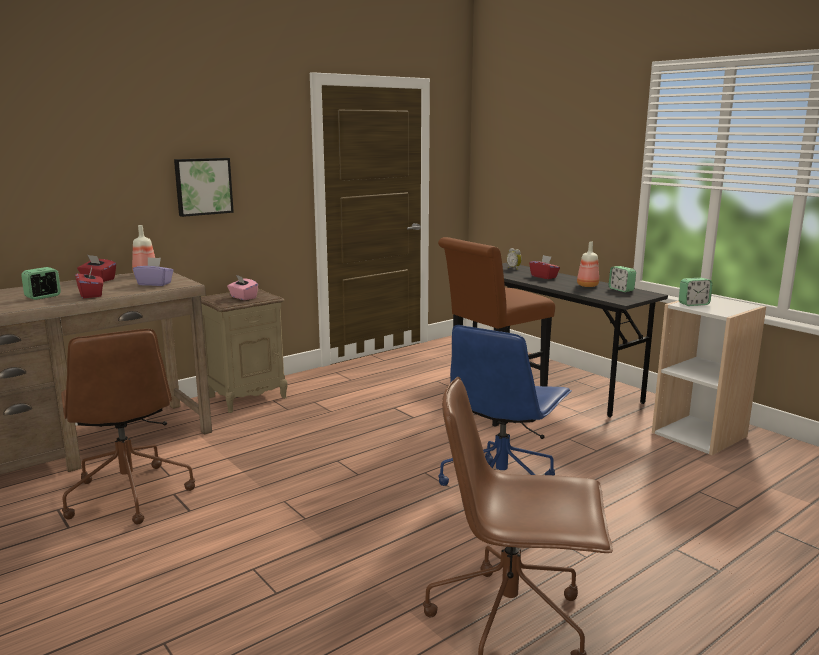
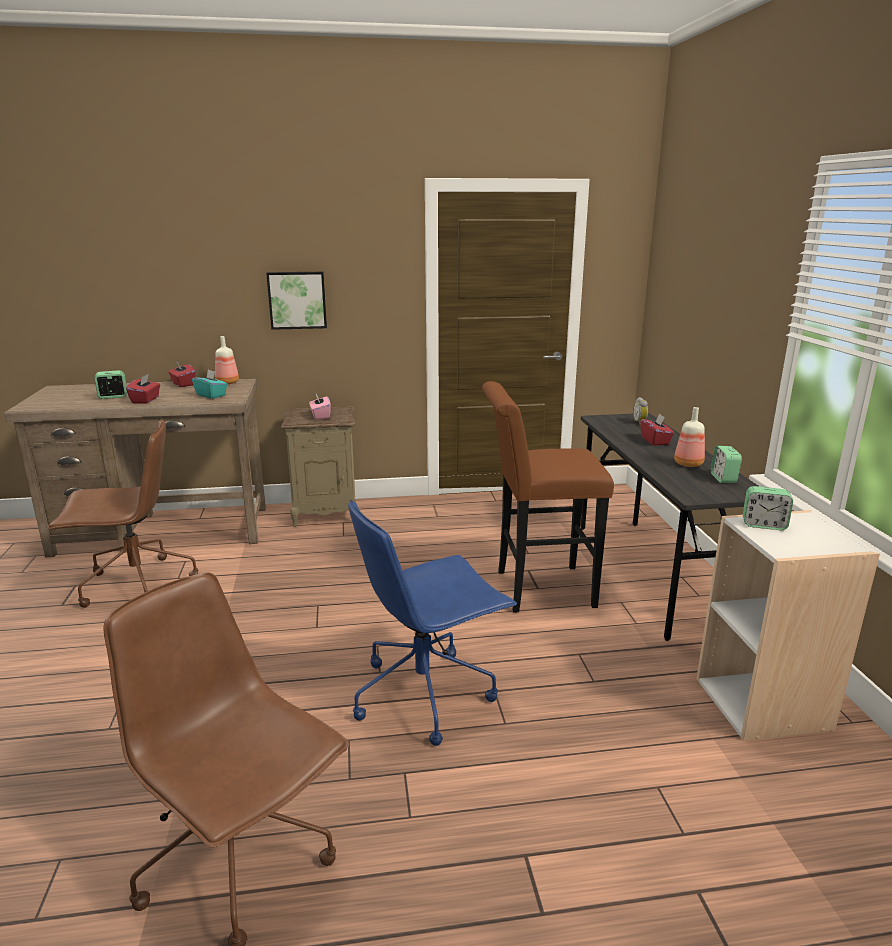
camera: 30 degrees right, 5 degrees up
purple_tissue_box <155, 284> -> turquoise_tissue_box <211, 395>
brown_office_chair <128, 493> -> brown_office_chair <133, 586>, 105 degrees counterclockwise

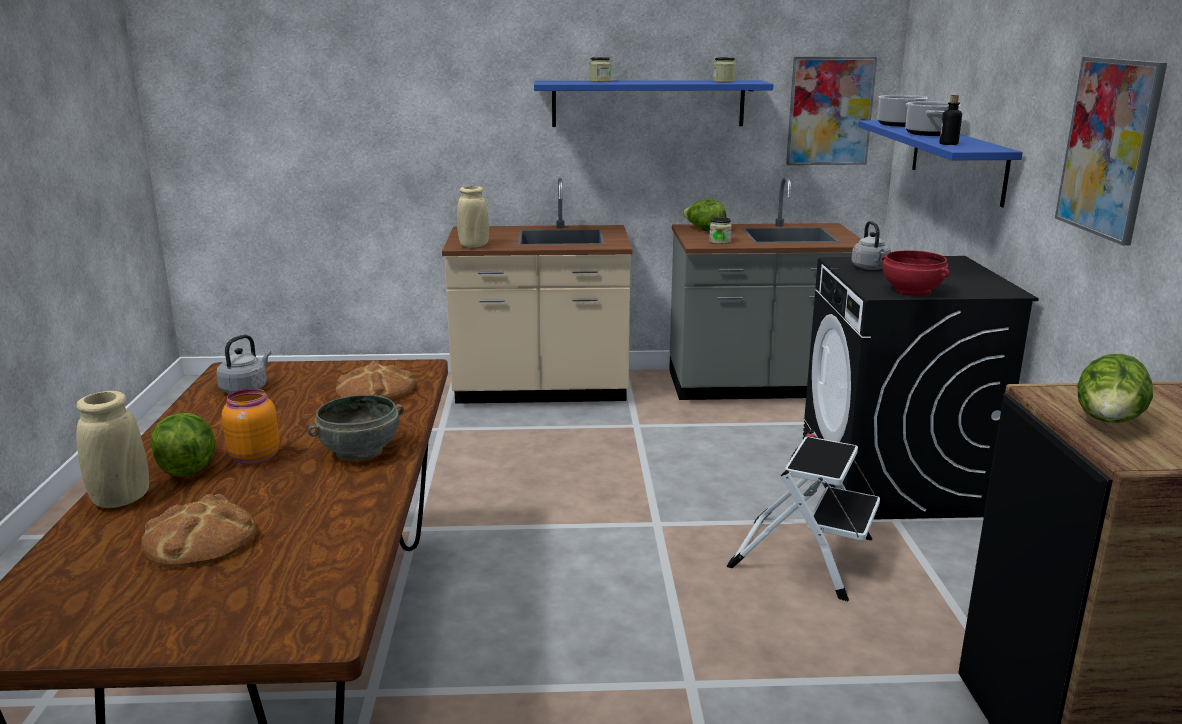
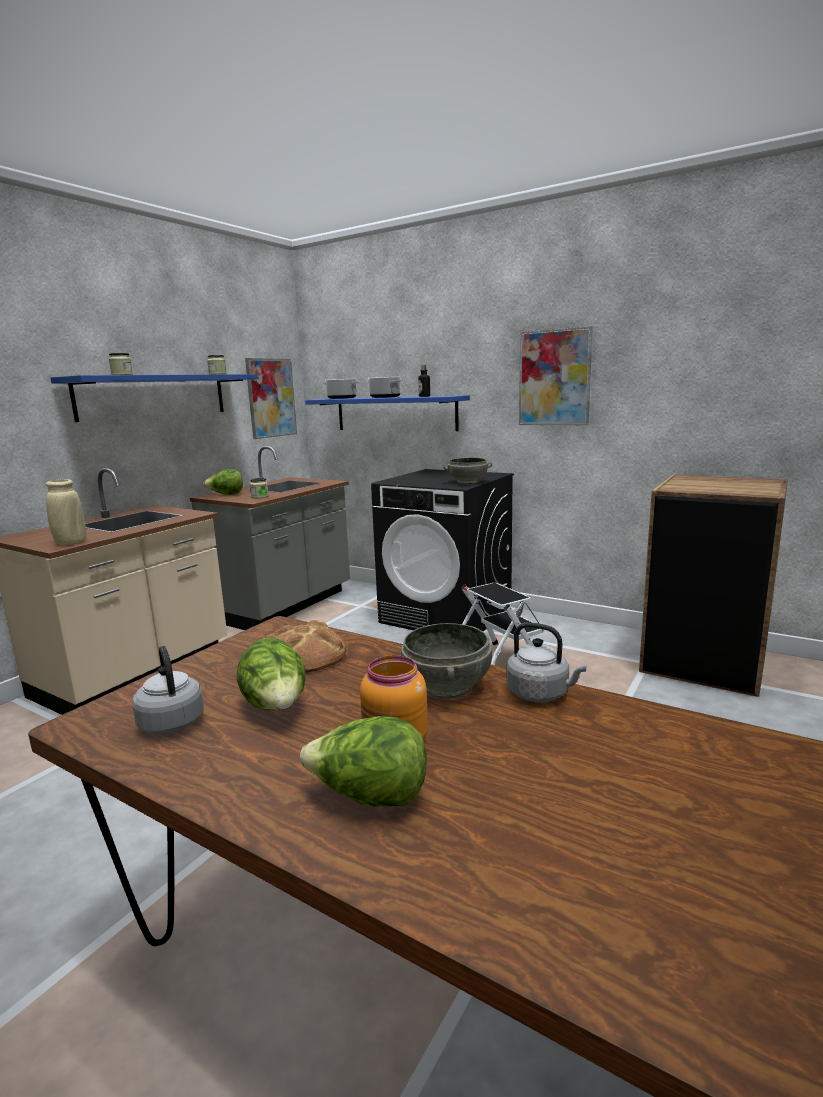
camera: 55 degrees left, 5 degrees down
grey_kettle <870, 268> -> grey_kettle <541, 694>, relocated
red_bowl <912, 291> -> grey_bowl <468, 482>
lettuce <1108, 423> -> lettuce <276, 708>, relocated
beige_vase <121, 500> -> none
bread <201, 539> -> none

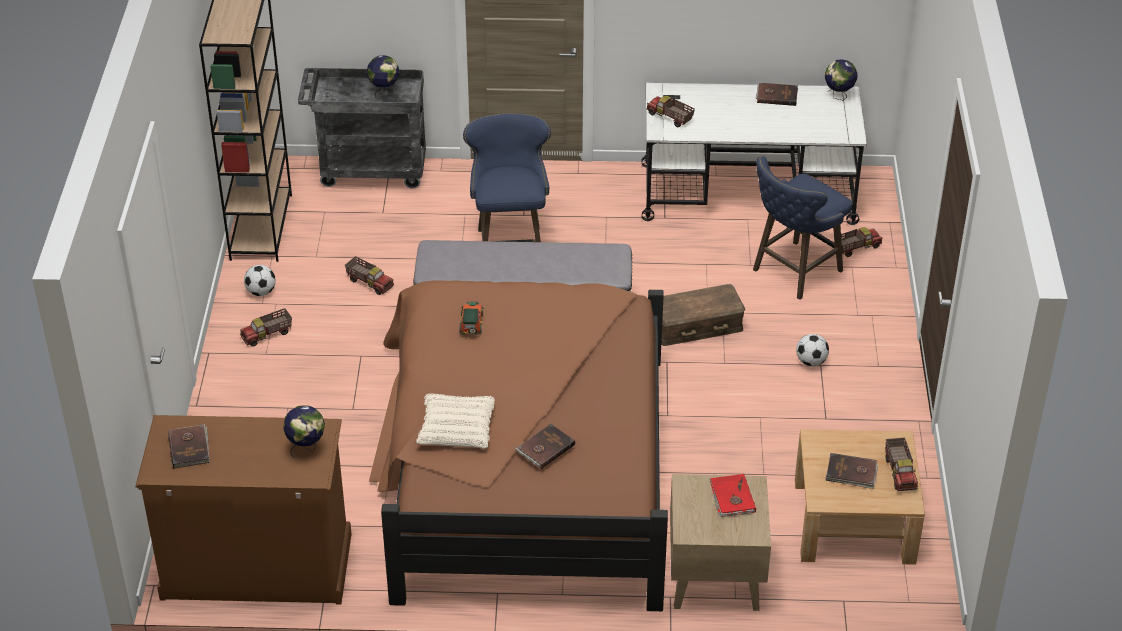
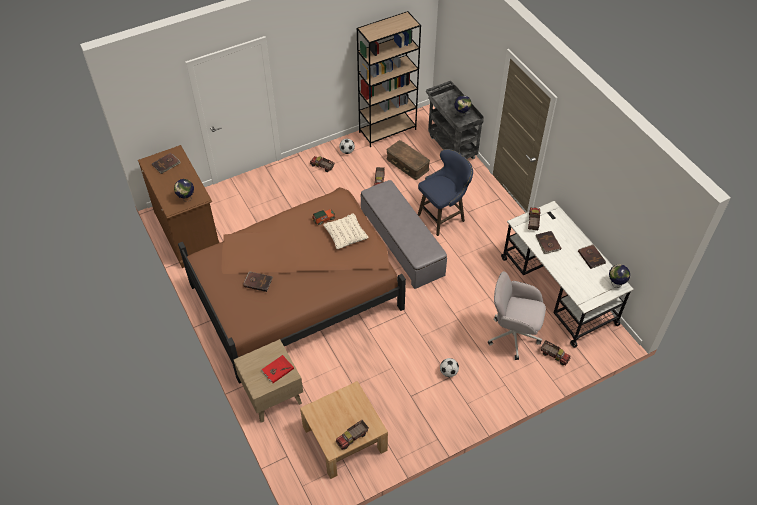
camera: 60 degrees right, 10 degrees up
blue_stool <794, 272> -> grey_office_chair <512, 336>
brown_storage_box <696, 324> -> brown_storage_box <408, 164>, relocated
beige_pillow <456, 428> -> beige_pillow <345, 234>, relocated
brown_book <851, 473> -> brown_book <547, 243>, relocated

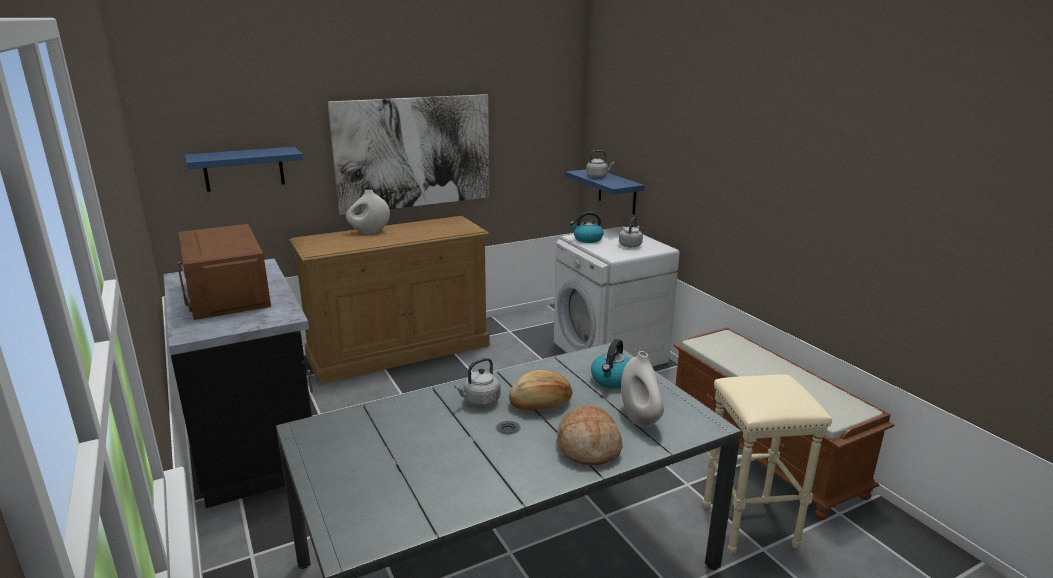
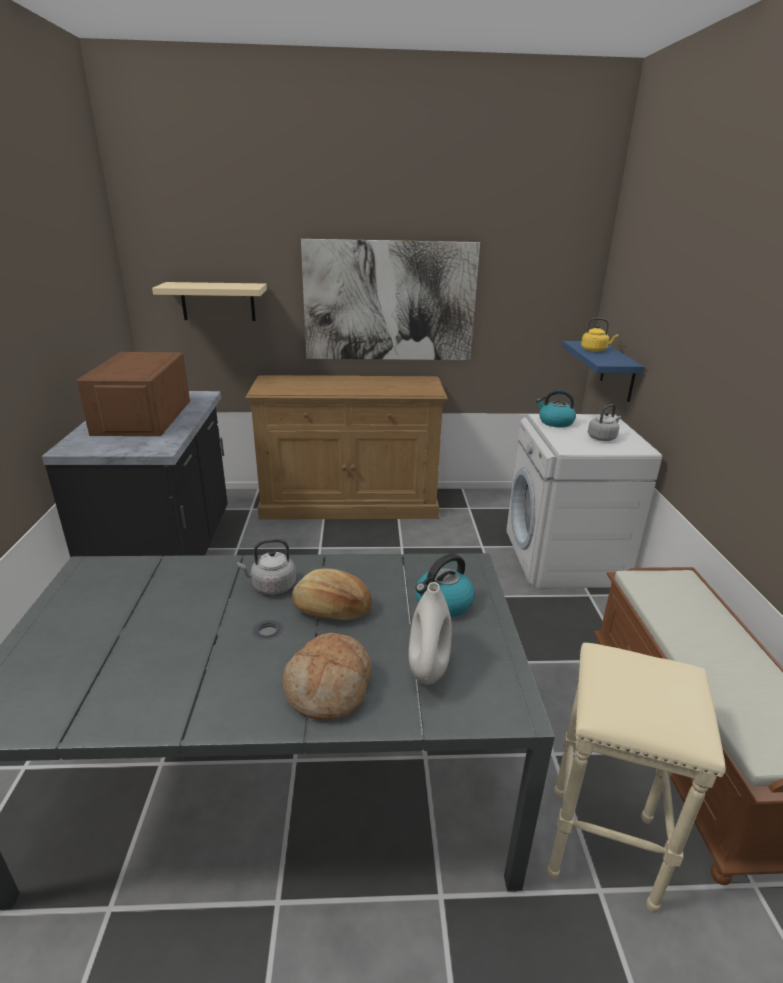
camera: 25 degrees right, 5 degrees up
blue_shelf <244, 169> -> beige_shelf <218, 301>
grey_kettle <598, 176> -> yellow_kettle <595, 350>
white_vase <369, 232> -> none

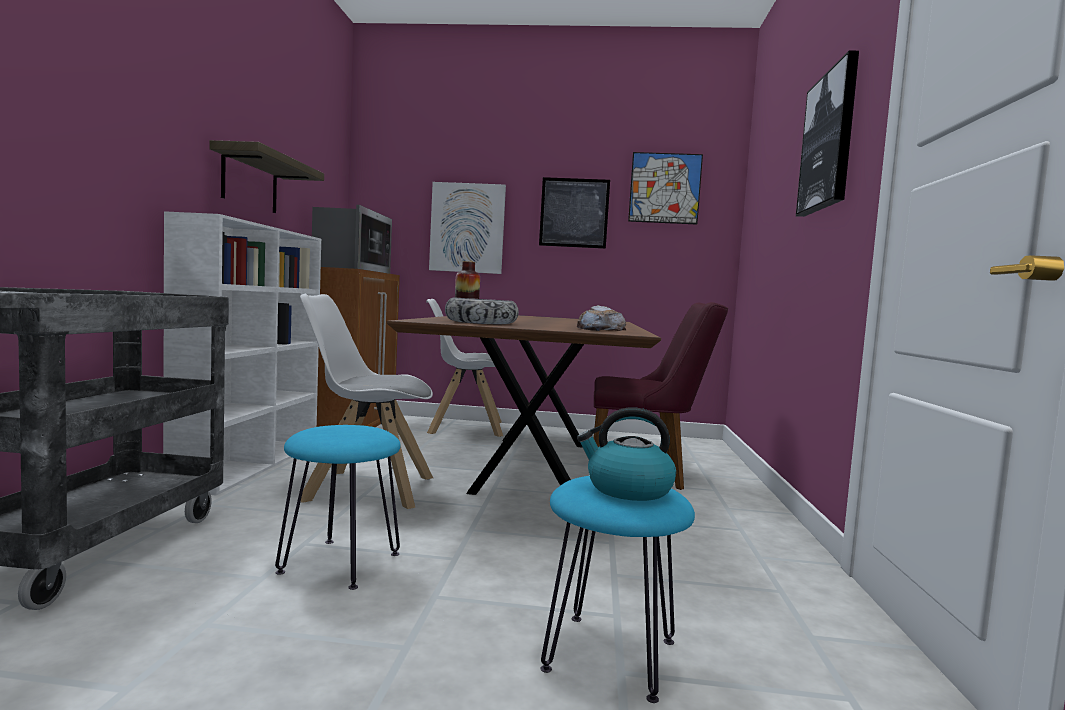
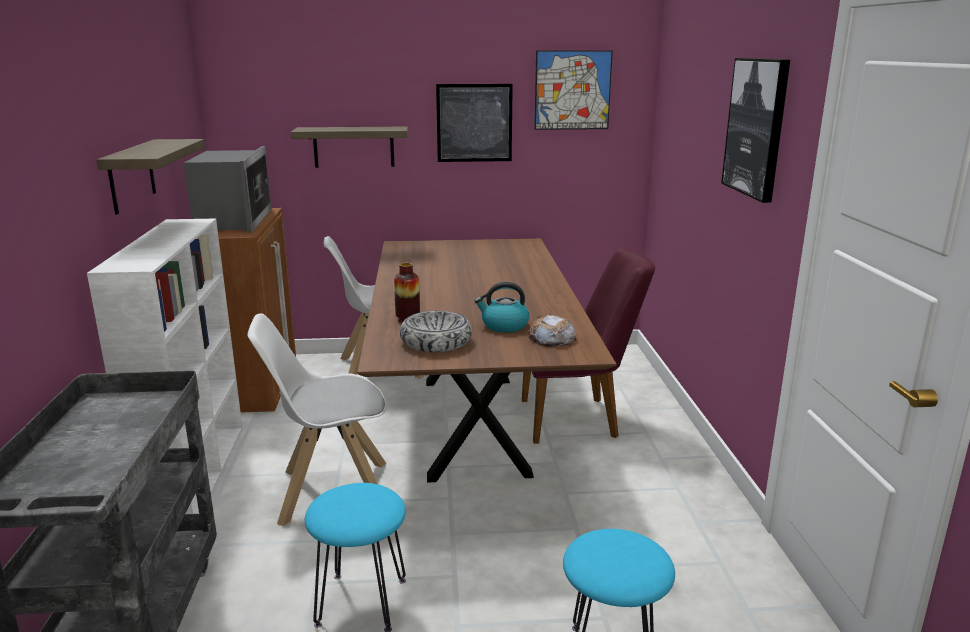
camera: 10 degrees left, 15 degrees up
picture <467, 228> -> shelf <353, 147>
kettle <627, 489> -> kettle <504, 326>, relocated

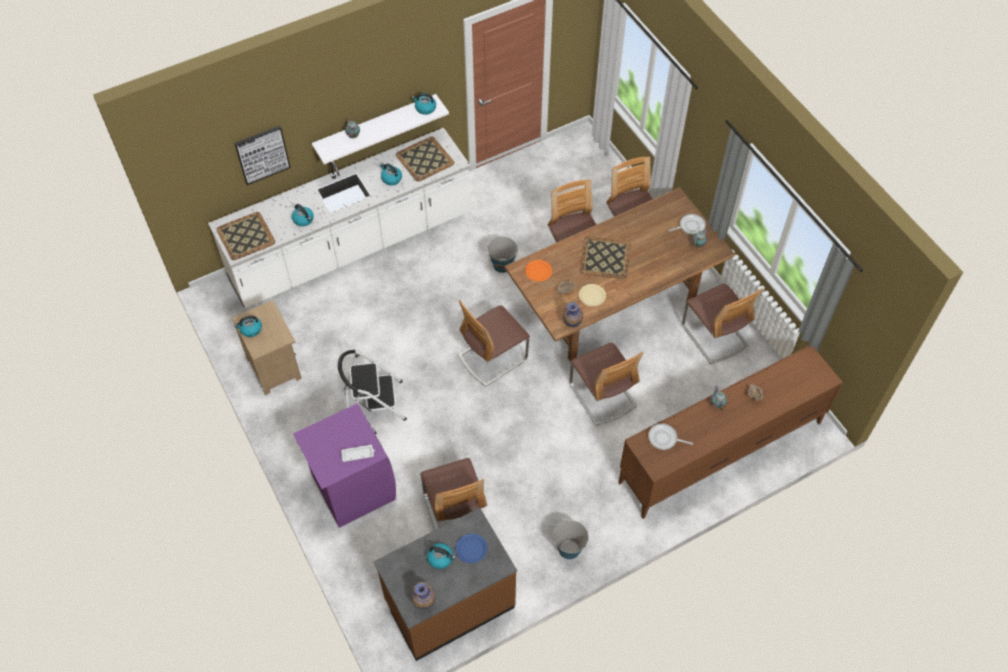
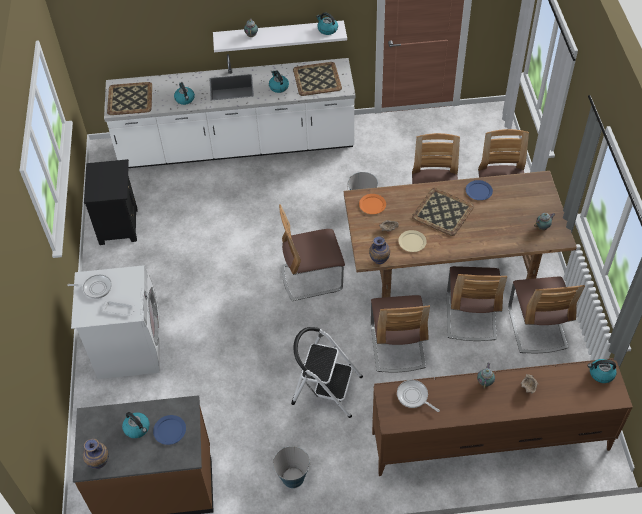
camera: 25 degrees right, 5 degrees down
picture <262, 154> -> none
frying_pan <690, 226> -> frying_pan <95, 288>, relocated
beige_nightstand <275, 368> -> black_nightstand <120, 225>
kettle <250, 329> -> kettle <601, 374>, relocated
step_ladder <372, 403> -> step_ladder <324, 389>, relocated
purple_washing_machine <351, 486> -> white_washing_machine <128, 347>
chair <455, 511> -> chair <470, 316>, relocated
none -> blue_plate <478, 191>

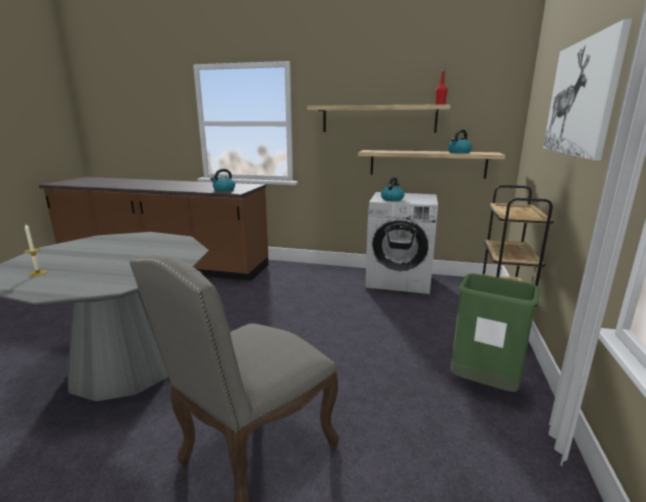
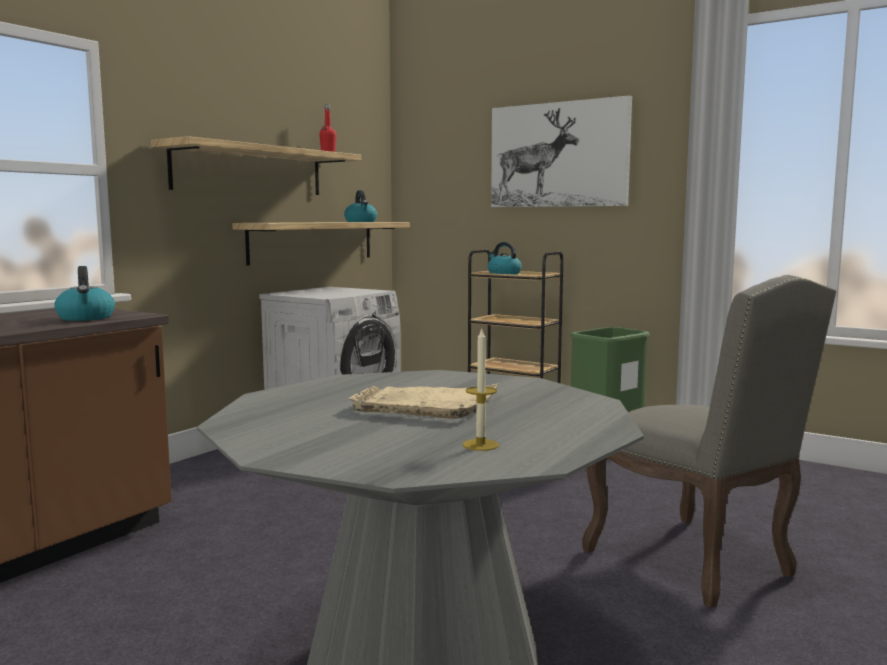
camera: 70 degrees left, 10 degrees down
kettle <392, 199> -> kettle <503, 274>, relocated
none -> beige_tray <427, 404>

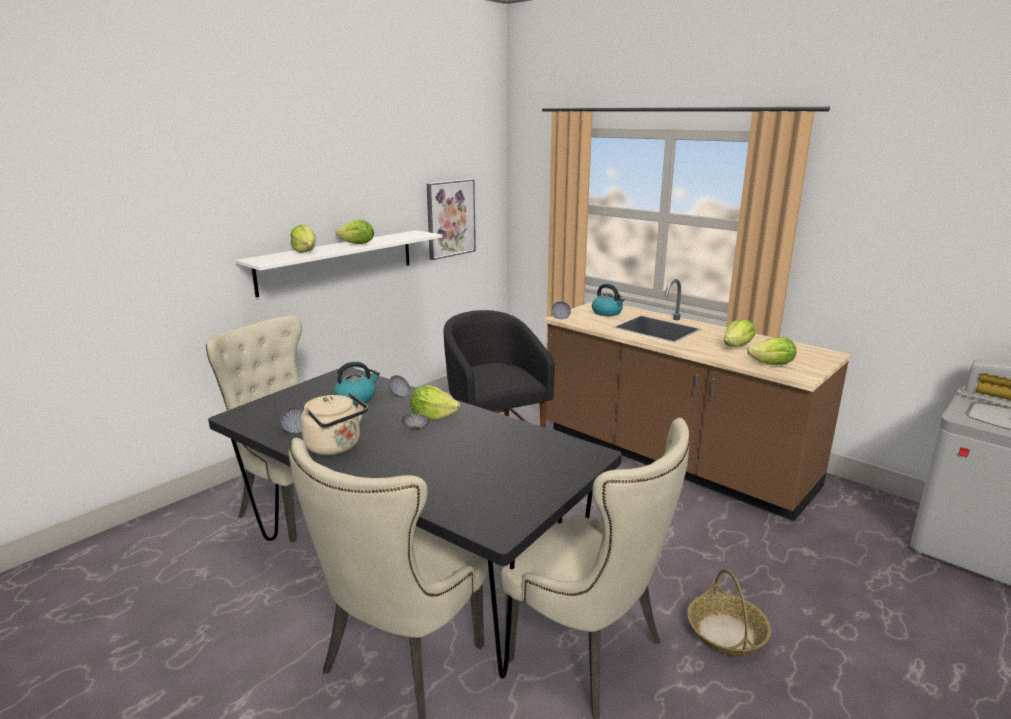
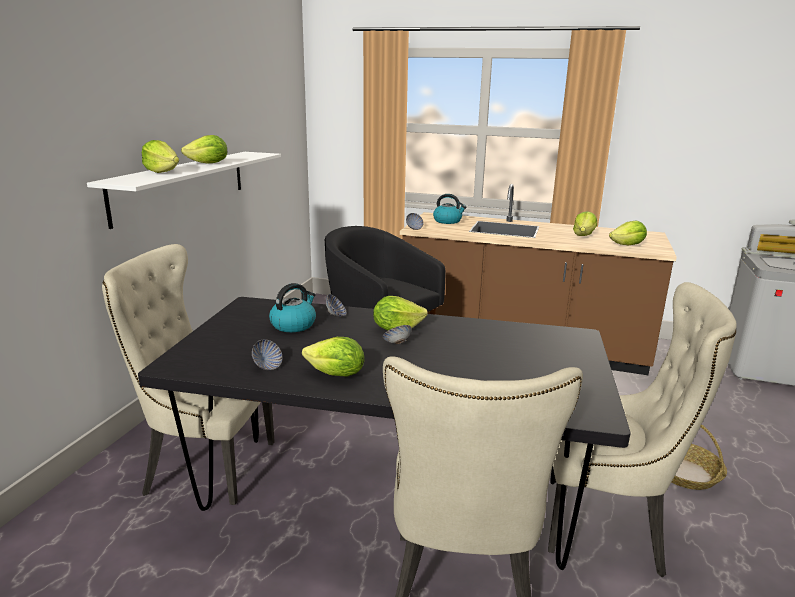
camera: 25 degrees left, 0 degrees up
picture <450, 218> -> none
beige_kettle <336, 447> -> lettuce <336, 374>

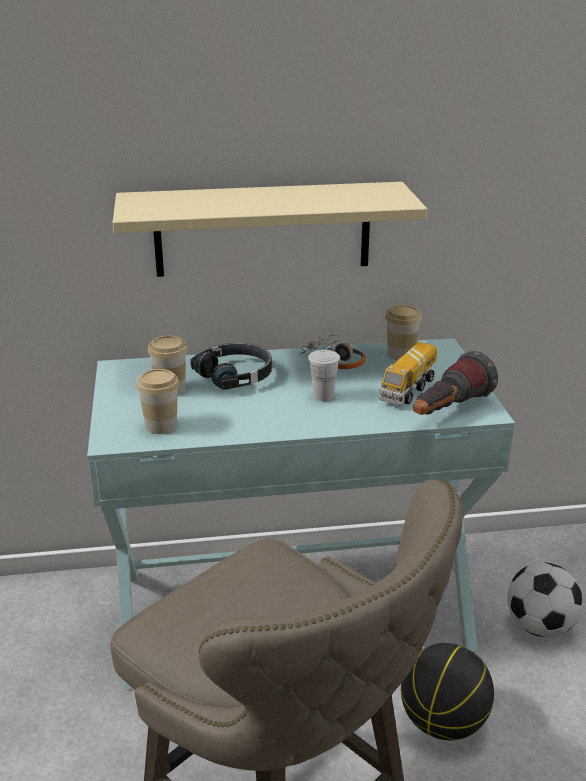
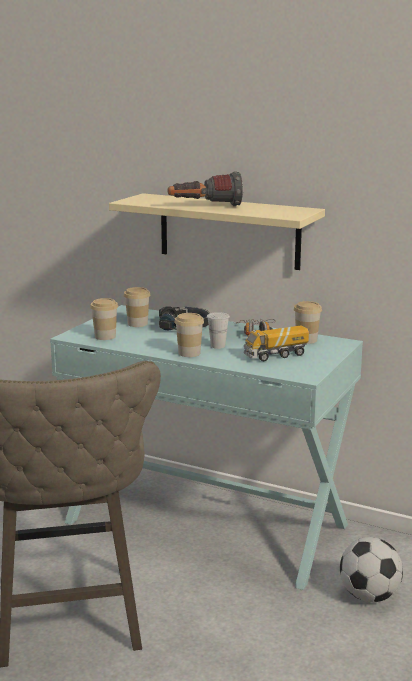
camera: 35 degrees right, 10 degrees down
flashlight <448, 411> -> flashlight <205, 207>, relocated
basketball <442, 722> -> none
none -> cup <189, 353>

